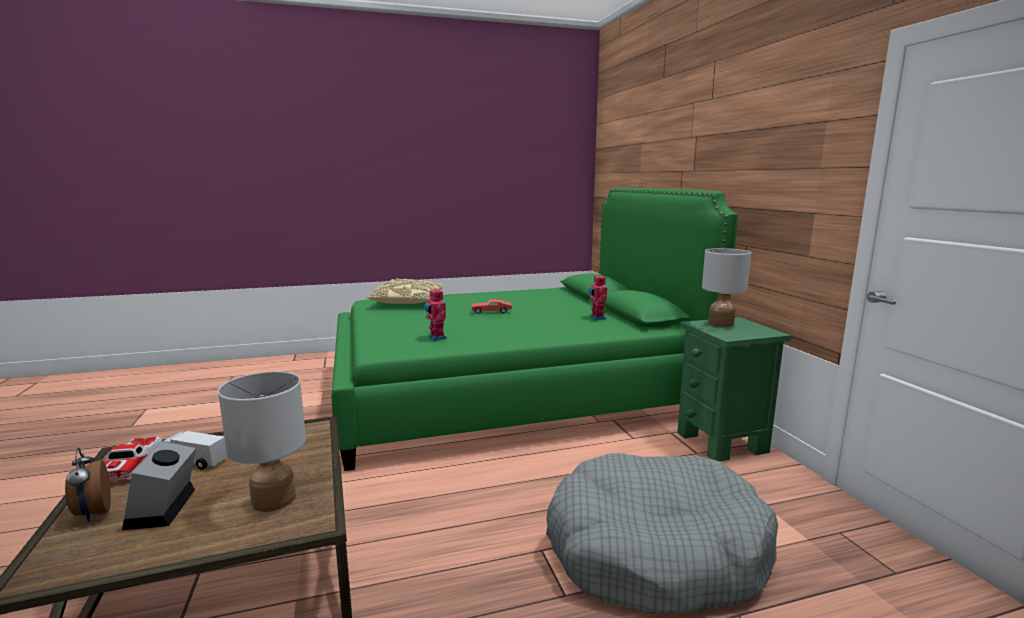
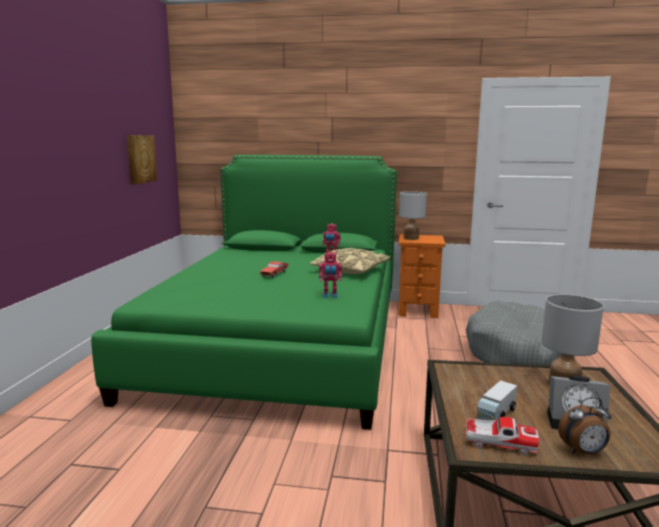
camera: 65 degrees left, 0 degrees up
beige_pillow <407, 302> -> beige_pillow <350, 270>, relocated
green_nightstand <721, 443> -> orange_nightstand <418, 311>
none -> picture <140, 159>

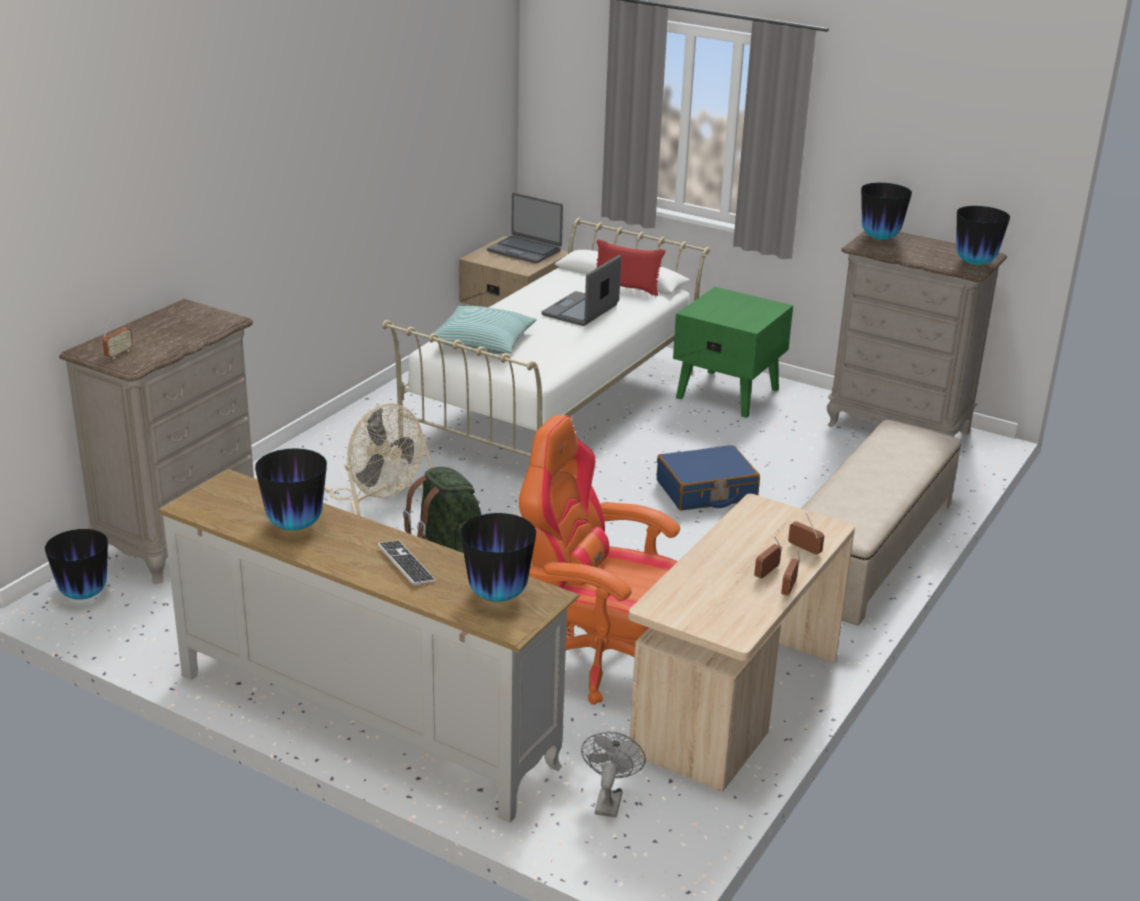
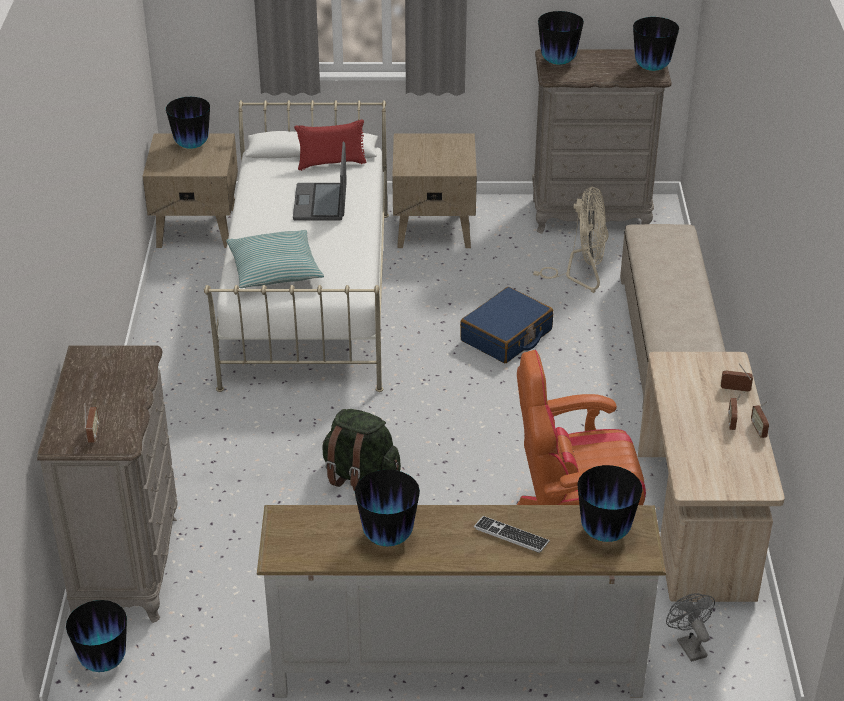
camera: 30 degrees left, 10 degrees up
laptop <524, 250> -> vase <192, 145>
green_nightstand <728, 393> -> beige_nightstand <435, 227>
beige_fan <378, 501> -> beige_fan <580, 269>, relocated

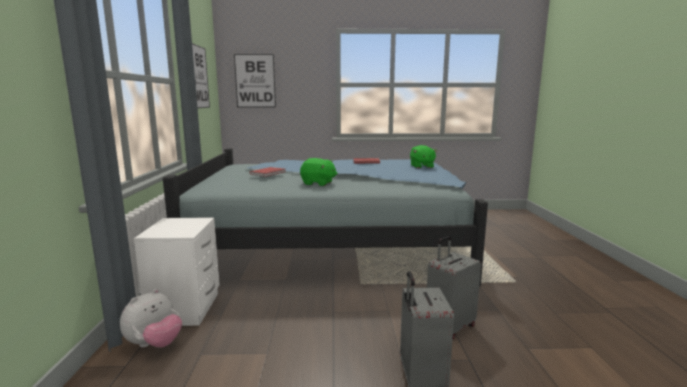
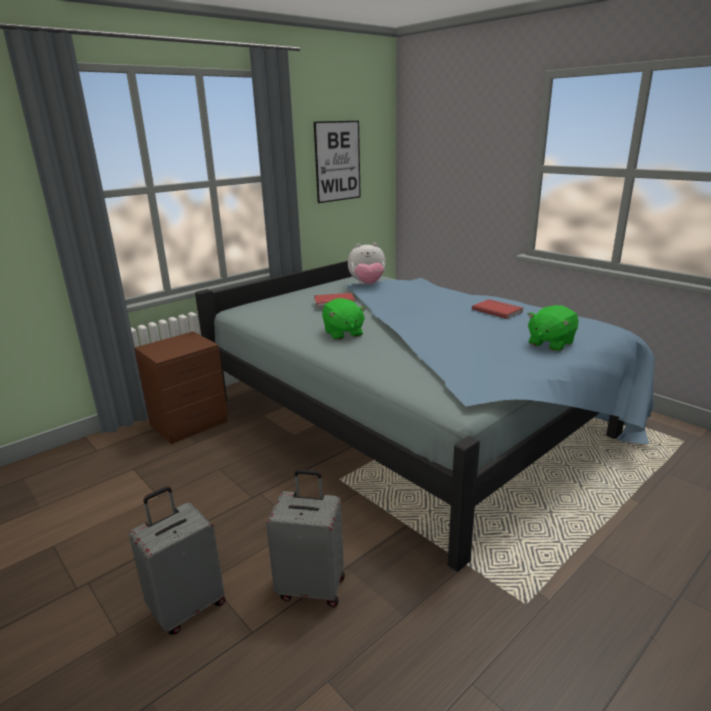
camera: 50 degrees right, 10 degrees up
picture <255, 81> -> none
white_nightstand <187, 308> -> brown_nightstand <191, 423>
plush_toy <155, 344> -> plush_toy <367, 284>, relocated

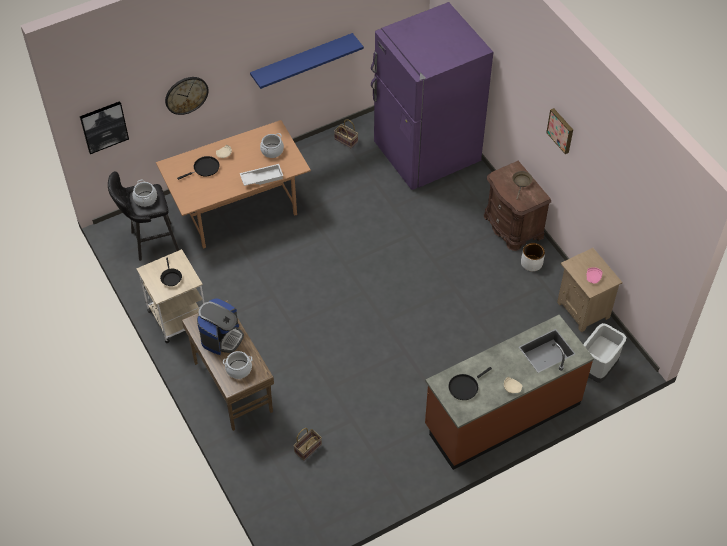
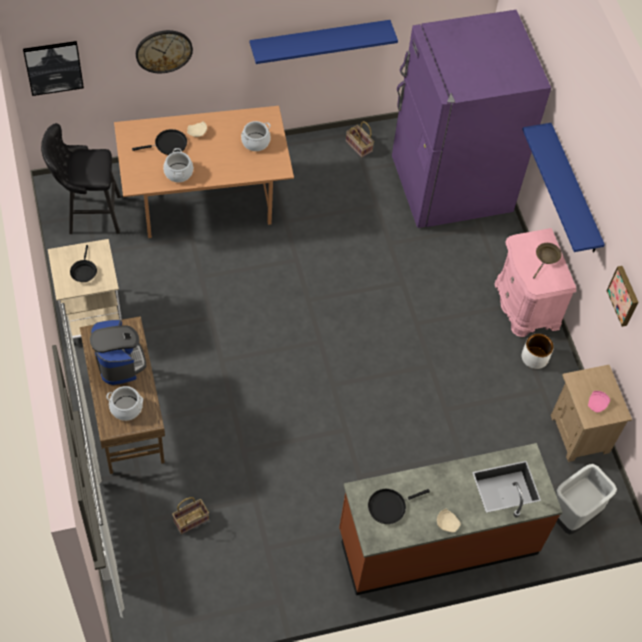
camera: 10 degrees right, 5 degrees up
picture <561, 130> -> picture <624, 295>, relocated
brown_nightstand <511, 227> -> pink_nightstand <524, 305>
white_tray <262, 177> -> none
cooking_pot <145, 199> -> cooking_pot <178, 172>, relocated
coffee_machine <222, 337> -> coffee_machine <119, 362>, 60 degrees counterclockwise
none -> blue_shelf <574, 190>

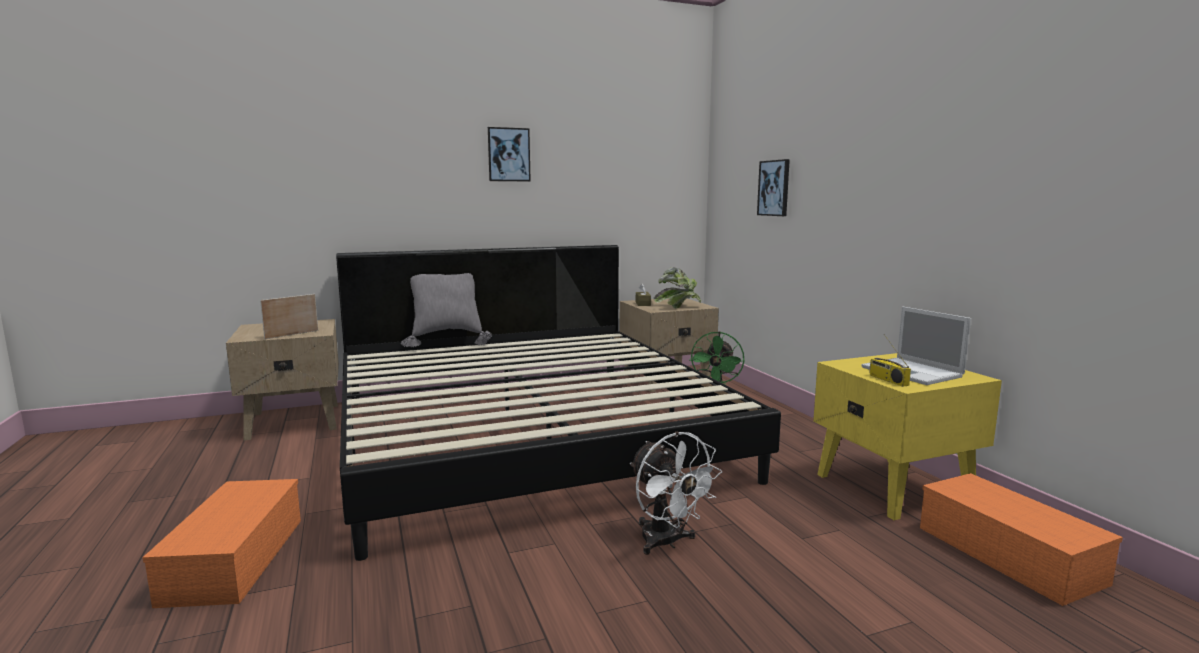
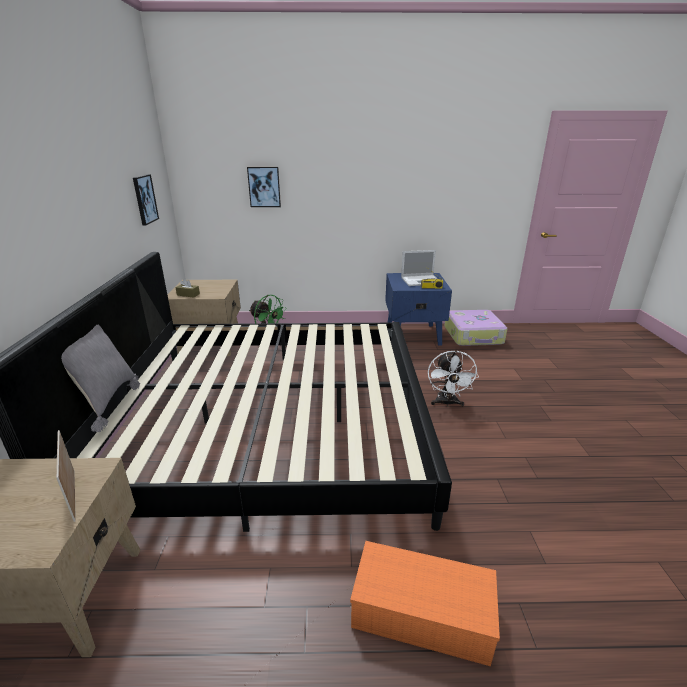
camera: 70 degrees left, 15 degrees up
picture <508, 154> -> picture <144, 199>, relocated
potted_plant <678, 307> -> none
yellow_nightstand <894, 488> -> blue_nightstand <413, 335>
white_fan <667, 543> -> white_fan <447, 403>, 105 degrees clockwise
orange_storage_box <1011, 555> -> suitcase <473, 335>

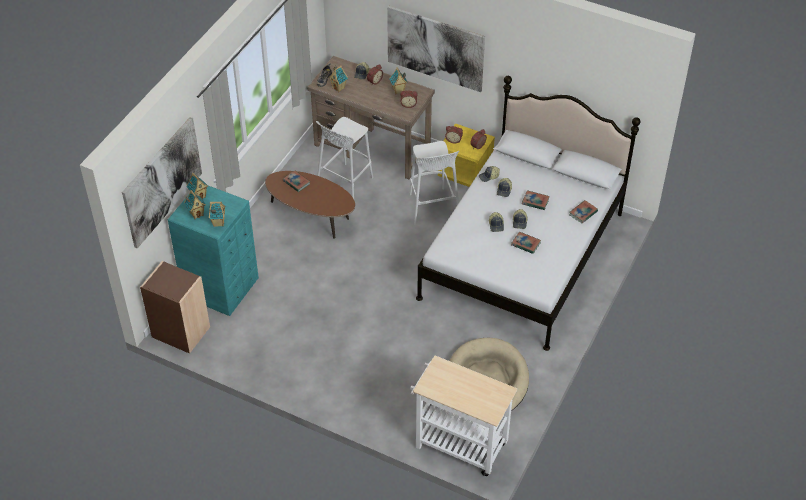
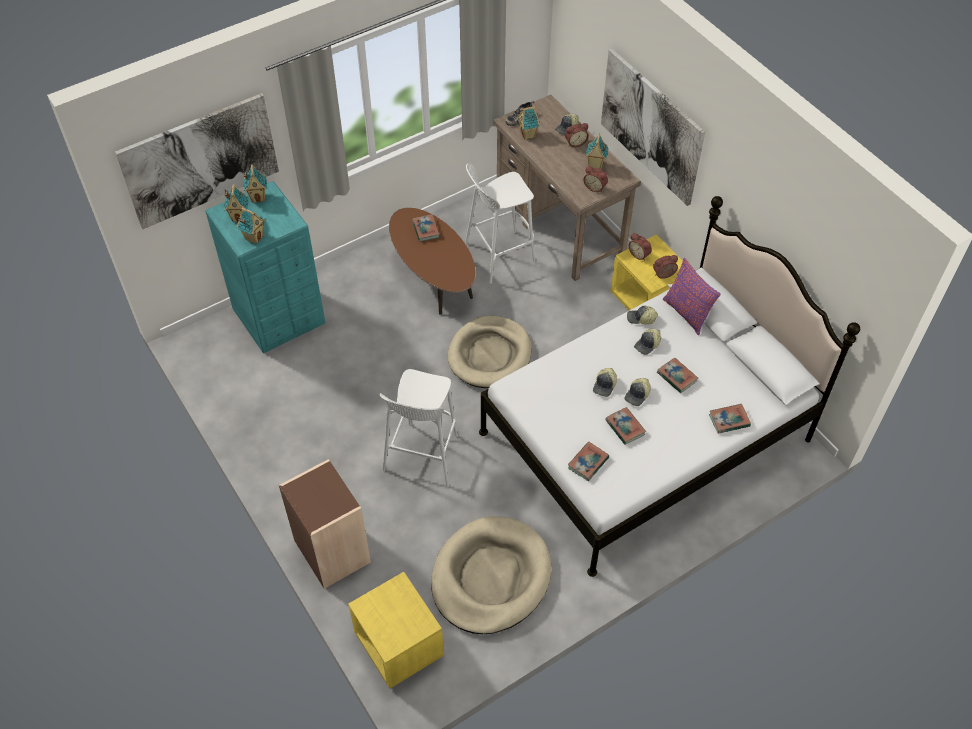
camera: 30 degrees right, 5 degrees up
white_stool <432, 207> -> white_stool <423, 455>, relocated
brown_bookcase <180, 332> -> brown_bookcase <331, 551>, relocated
white_cart <459, 445> -> yellow_nightstand <398, 645>
none -> purple_pillow <686, 314>
none -> beige_dog_bed <490, 355>
none -> book <588, 463>

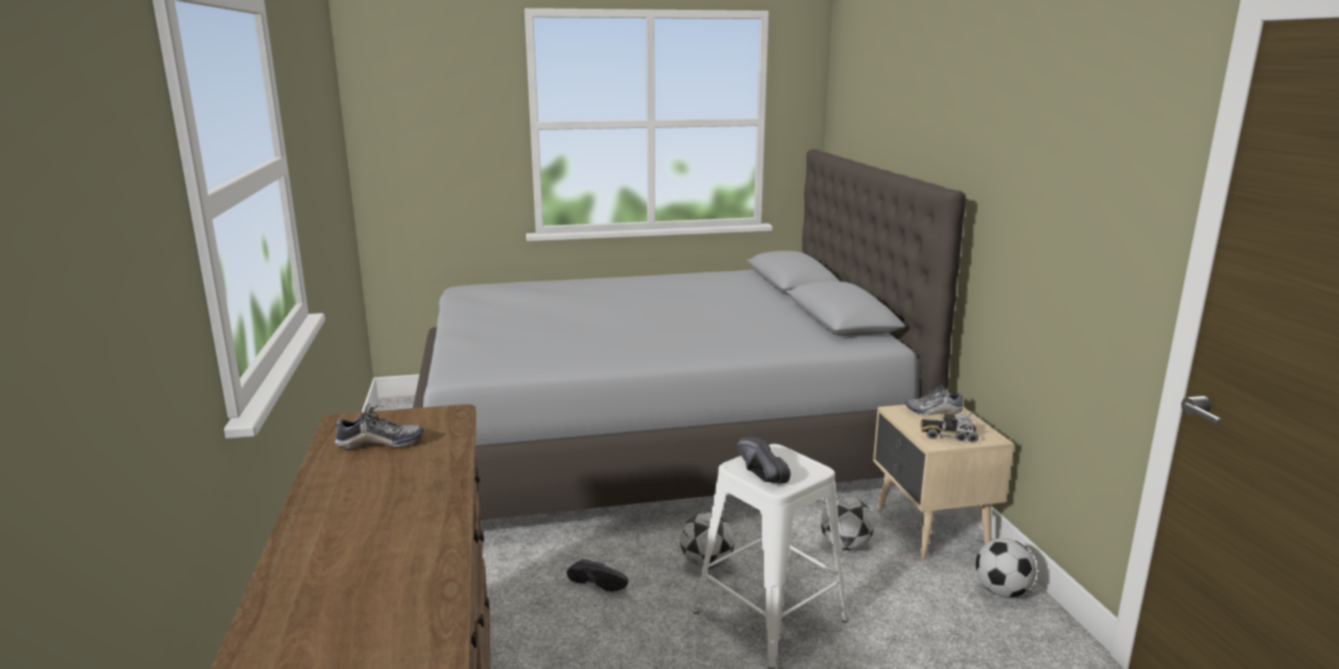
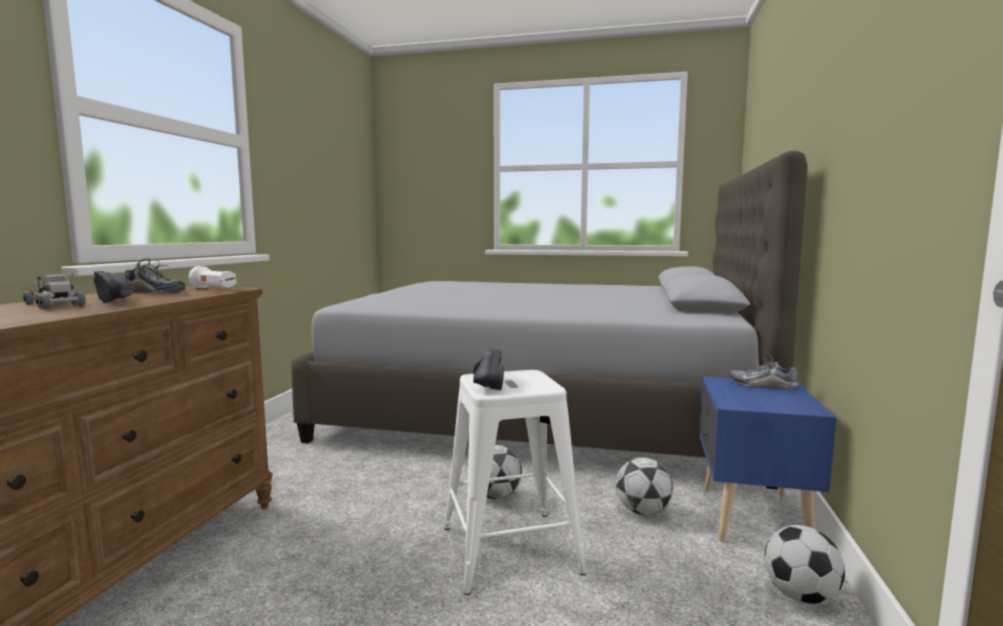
camera: 25 degrees right, 10 degrees down
beige_nightstand <930, 530> -> blue_nightstand <751, 518>
toy_truck <948, 436> -> toy_truck <53, 305>, relocated
black_shoe <600, 582> -> black_shoe <118, 301>, relocated
none -> white_flashlight <214, 289>

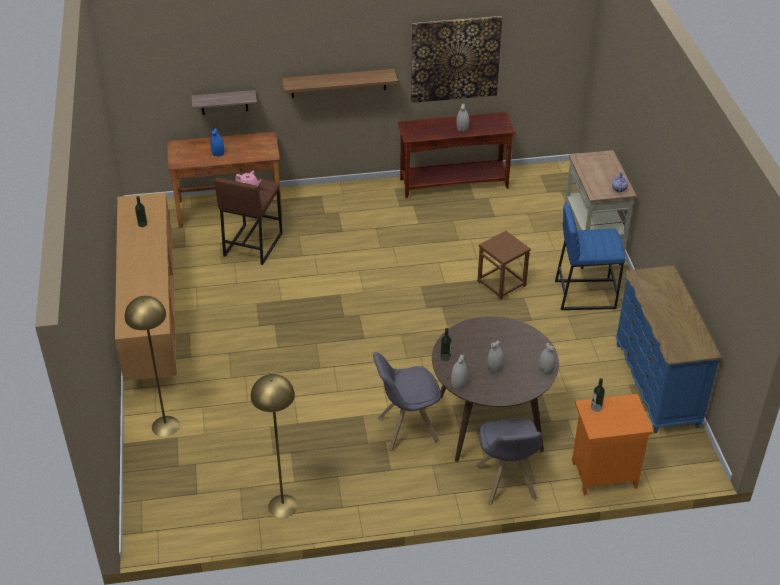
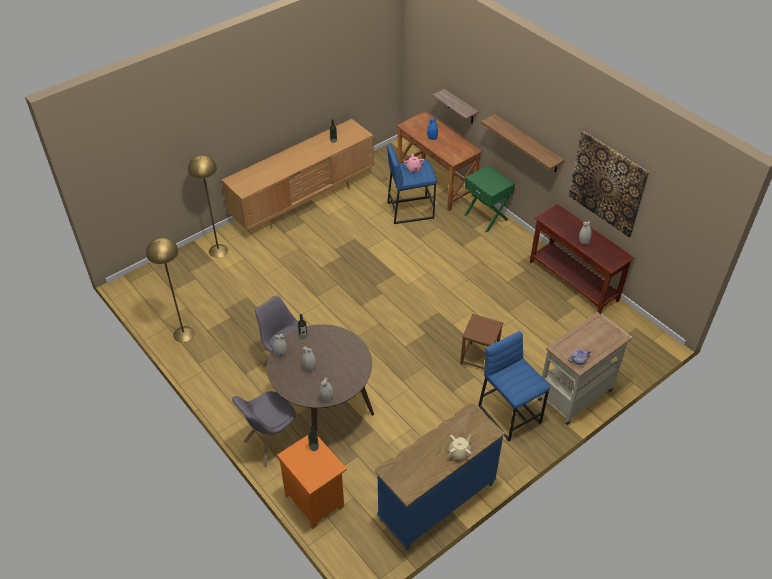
camera: 60 degrees right, 5 degrees up
brown_stool <253, 244> -> blue_stool <410, 210>
none -> green_nightstand <486, 217>
none -> beige_teapot <459, 452>

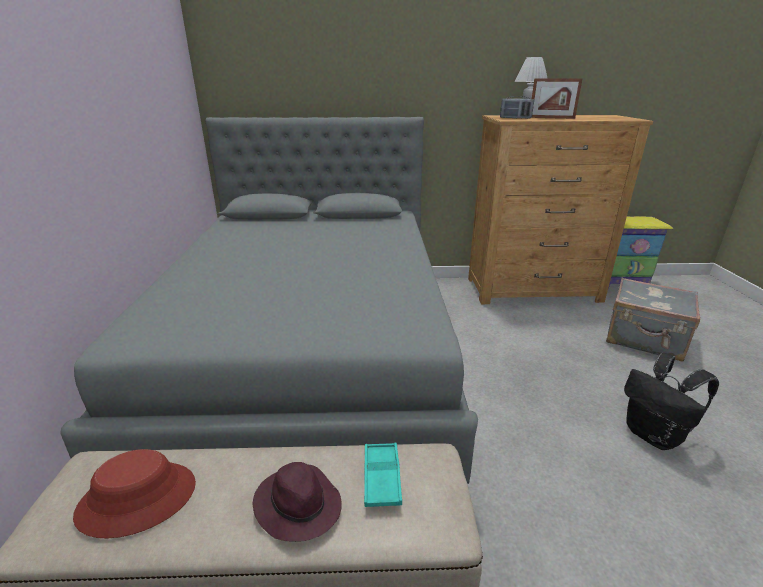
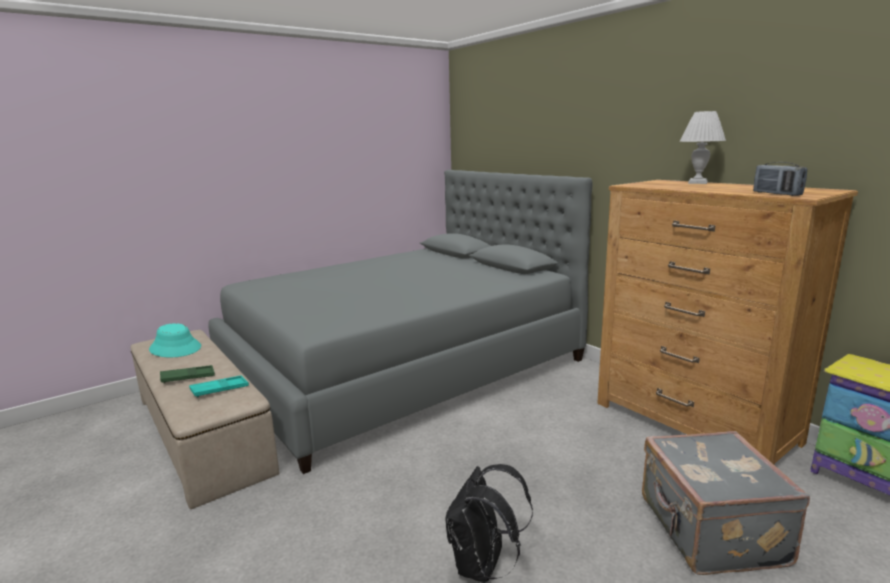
camera: 55 degrees right, 10 degrees down
picture_frame <551, 118> -> none
radio <515, 118> -> radio <776, 194>, relocated
red_hat <138, 498> -> turquoise_hat <175, 348>
purple_hat <297, 505> -> green_tray <188, 377>

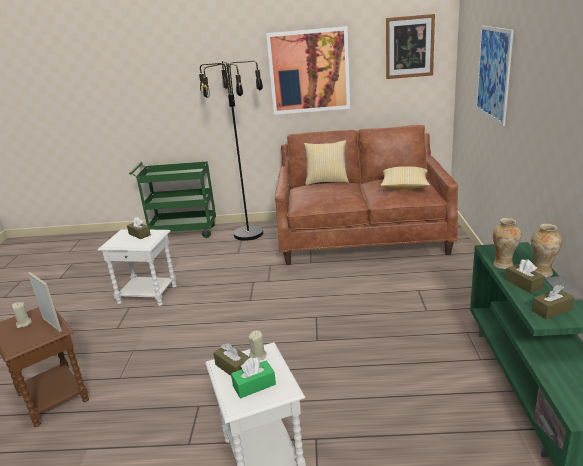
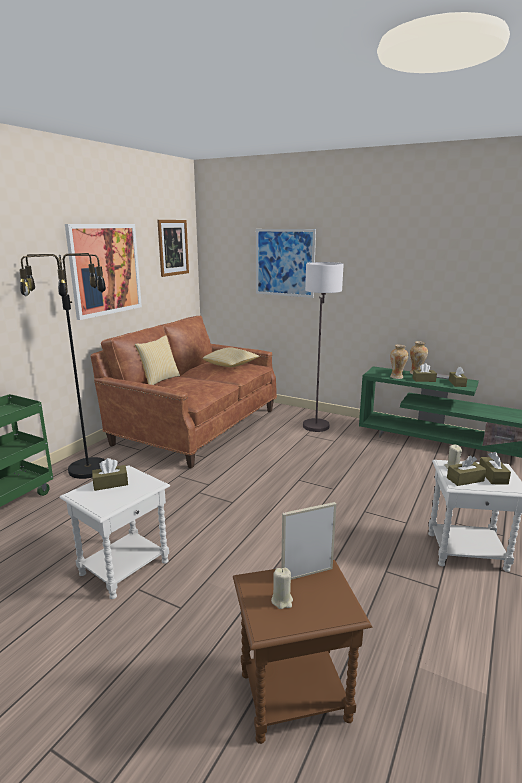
camera: 65 degrees left, 5 degrees down
green_tissue_box <254, 385> -> brown_tissue_box <493, 476>
none -> white_floor_lamp <317, 429>

